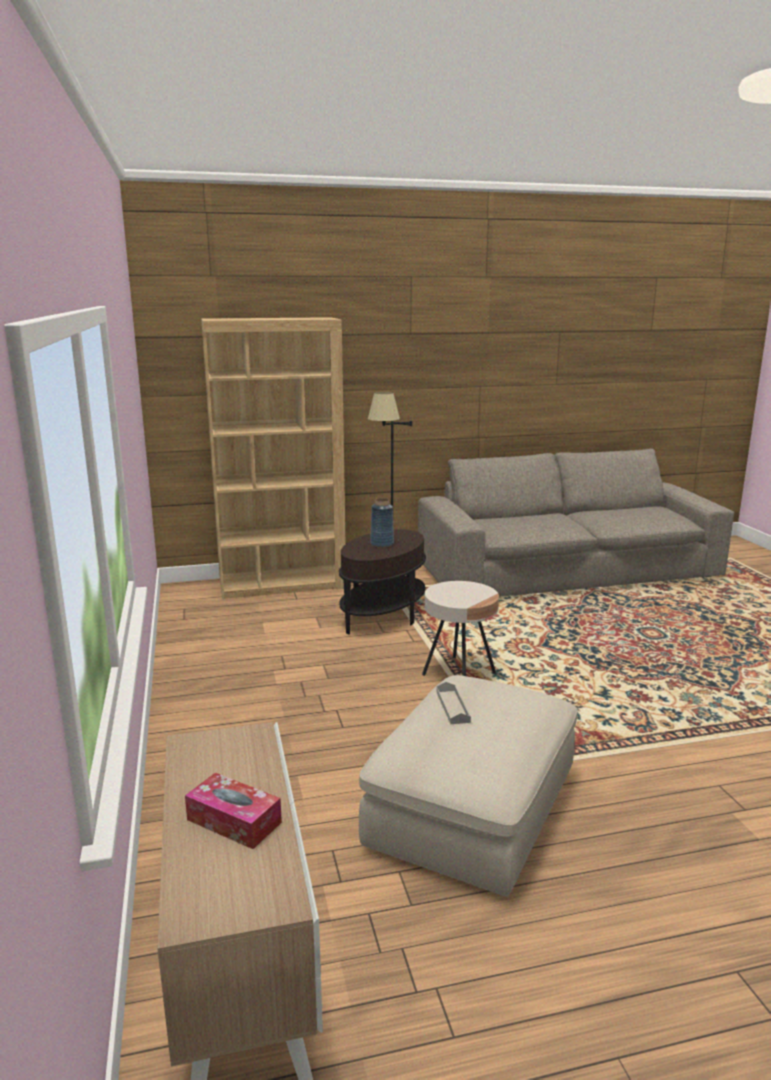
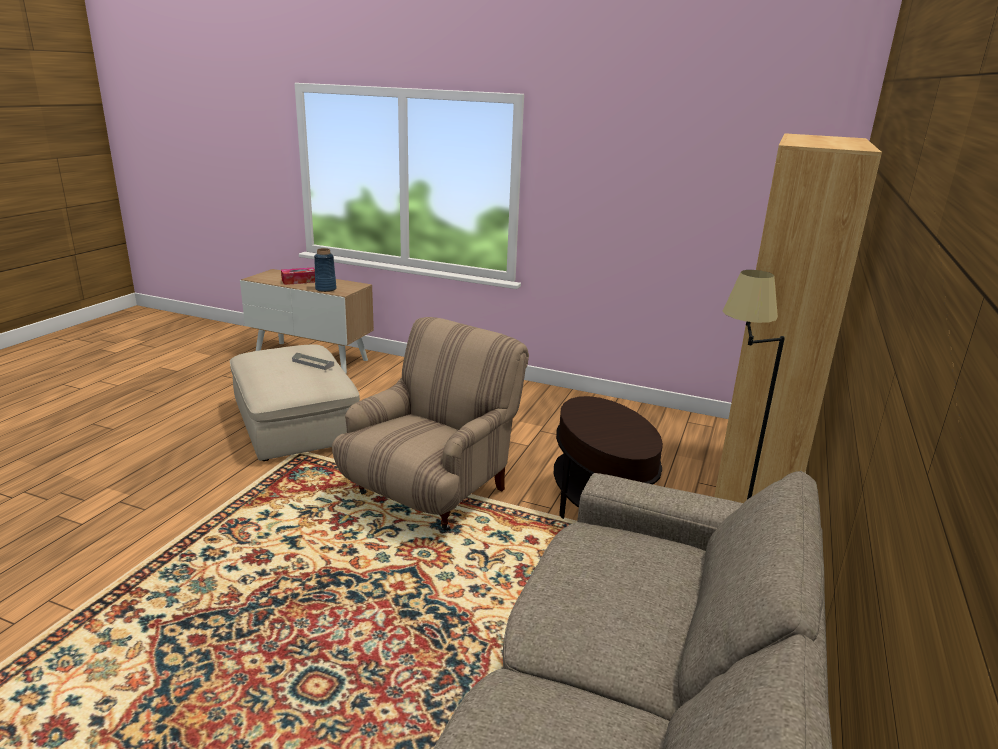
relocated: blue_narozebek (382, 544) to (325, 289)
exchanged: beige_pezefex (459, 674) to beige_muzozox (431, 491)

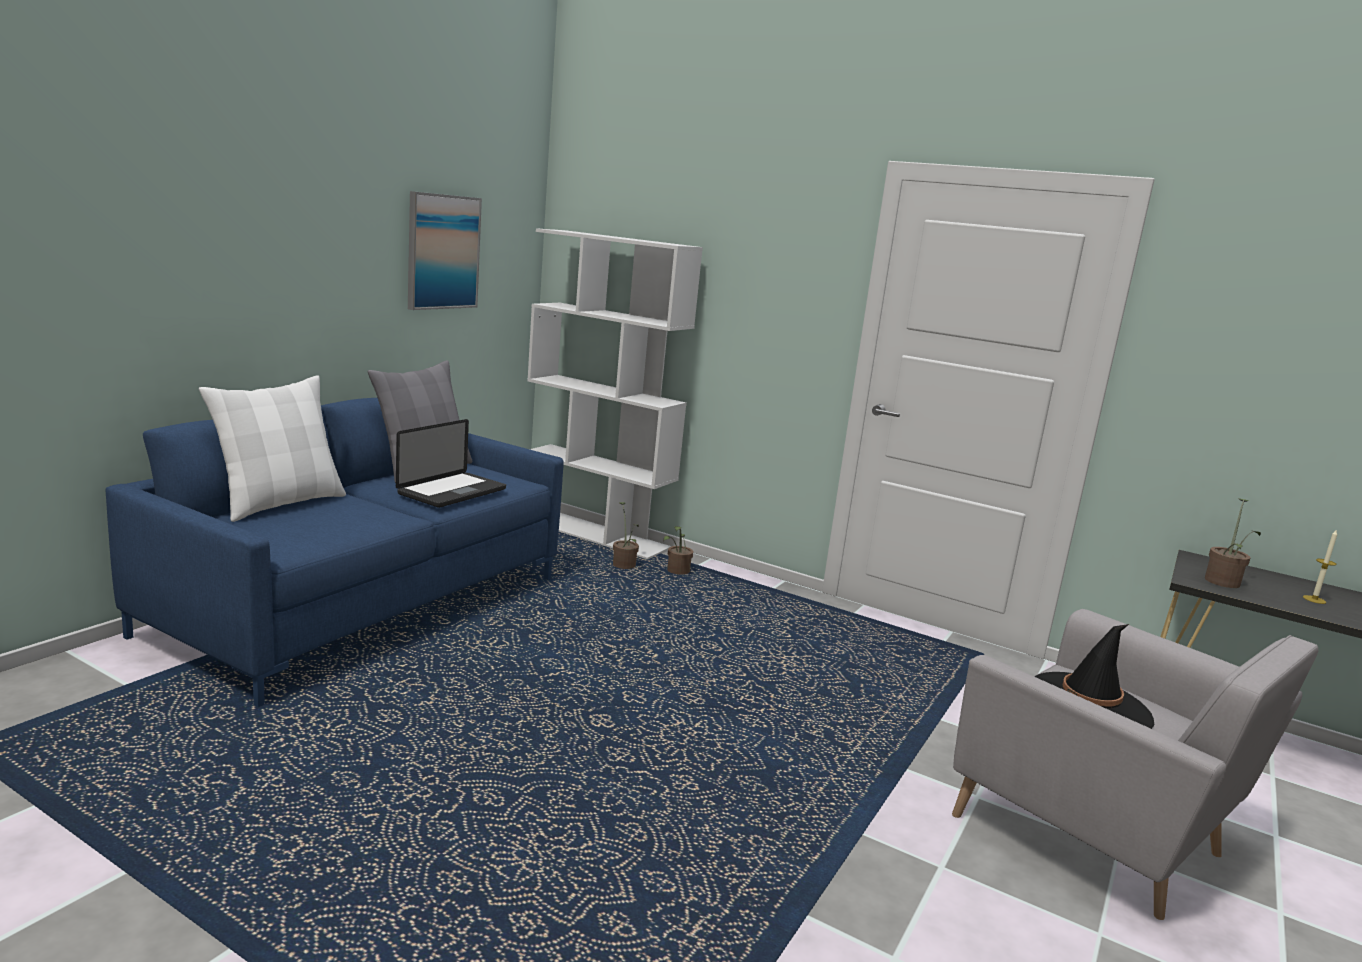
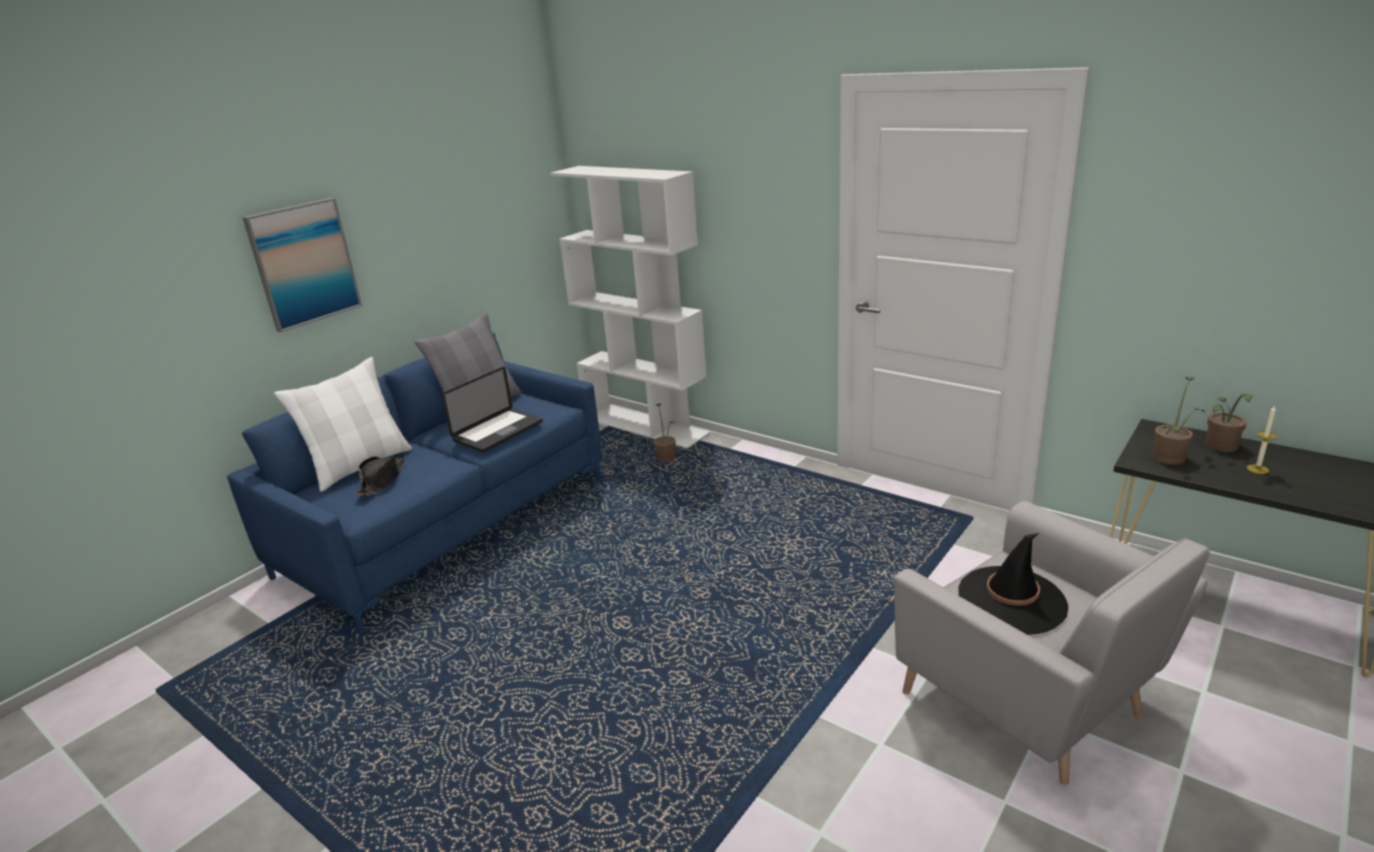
appeared: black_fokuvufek (382, 481)
relocated: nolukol (442, 252) to (304, 264); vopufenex (676, 572) to (1221, 447)

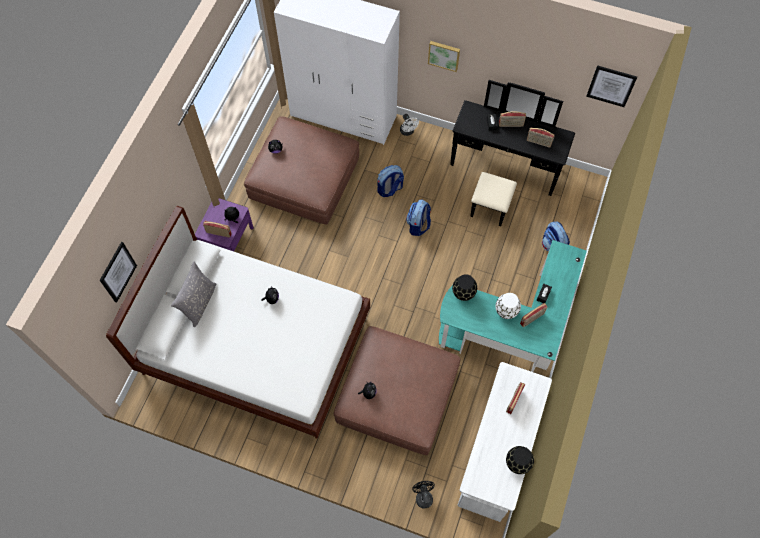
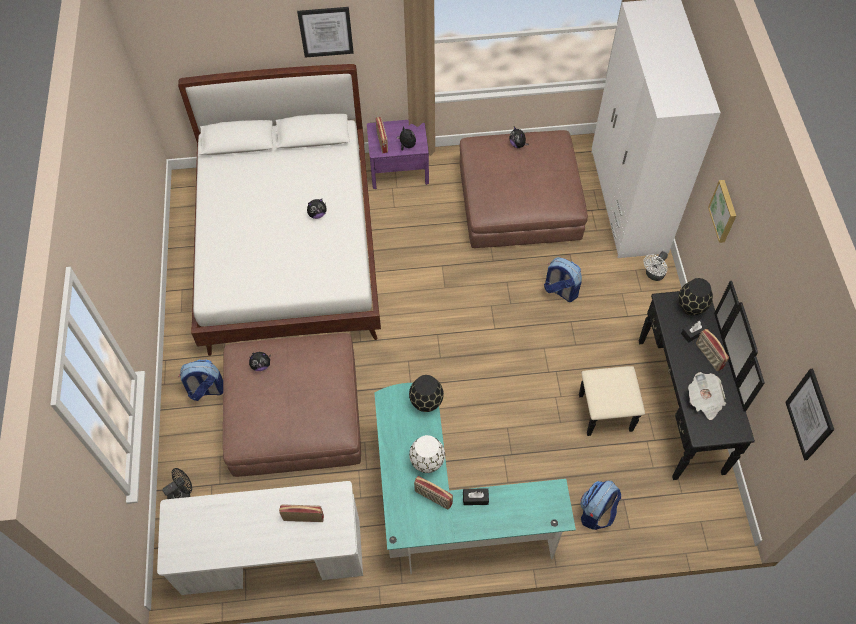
missing: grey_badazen (199, 303)
relocated: nolukol (118, 272) to (326, 31); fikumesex (418, 225) to (206, 390); black_narozebek (517, 463) to (691, 306)
exchanged: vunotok (538, 142) to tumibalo (704, 400)

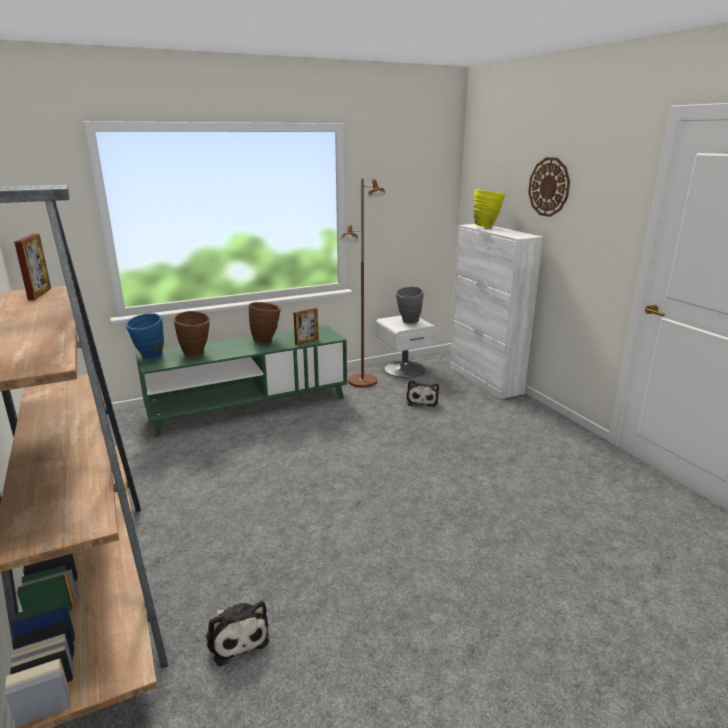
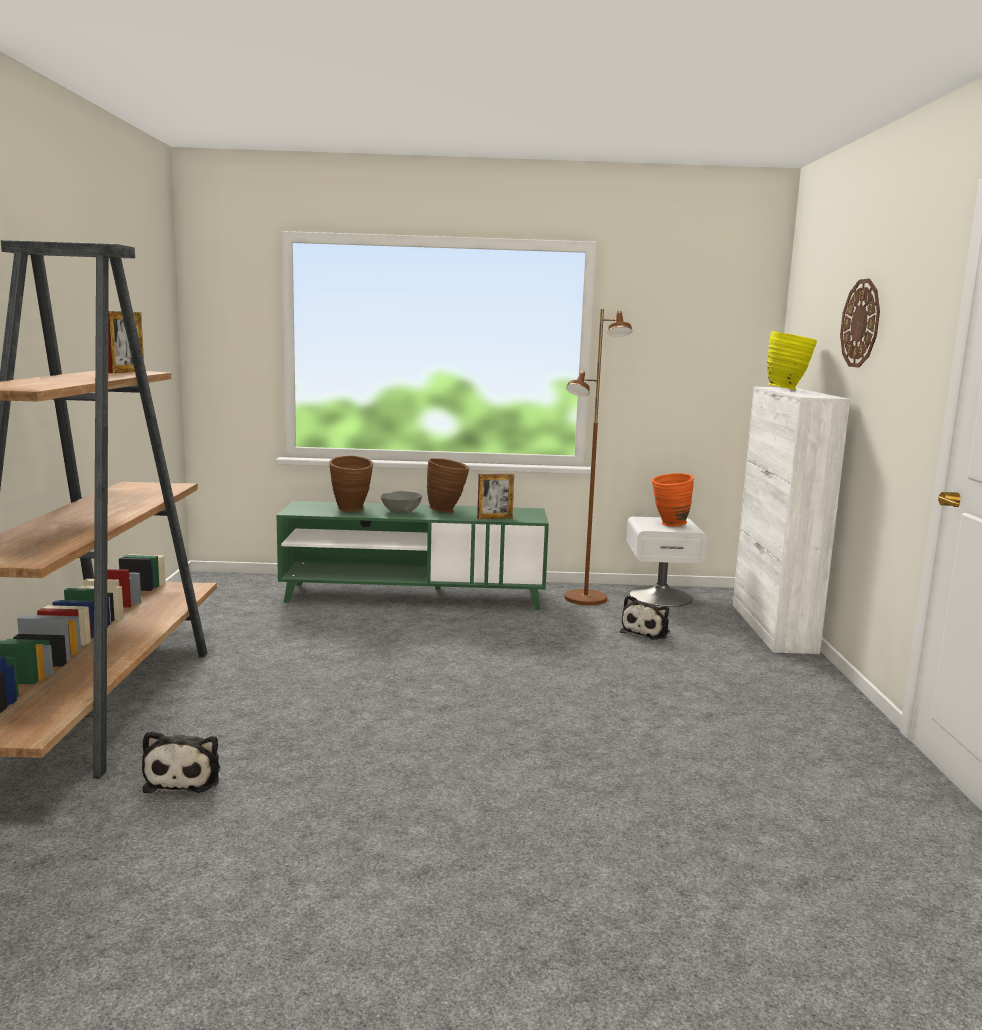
missing: blue_narozebek (149, 358)
appeared: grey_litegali (401, 512)
colour: grey_narozebek (408, 322) to orange_narozebek (669, 525)

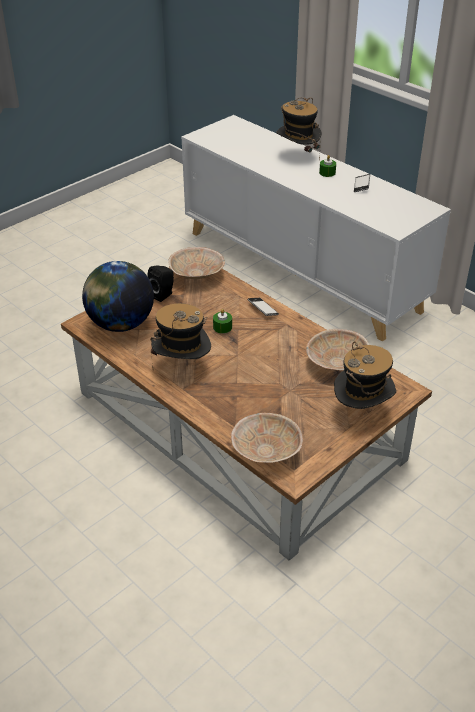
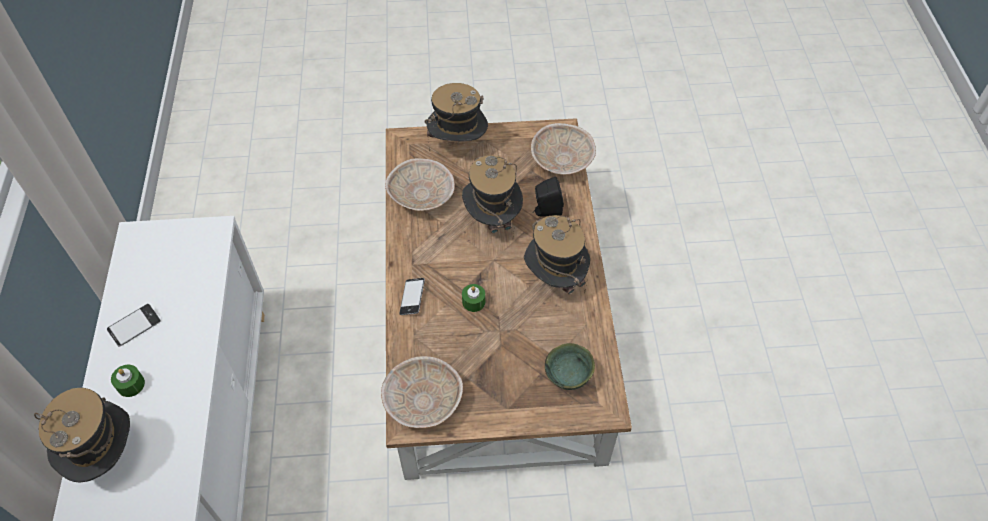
appeared: fokuvufek (492, 220)
relocated: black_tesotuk (163, 295) to (546, 211)
exchanged: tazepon (120, 324) to green_litegali (568, 378)

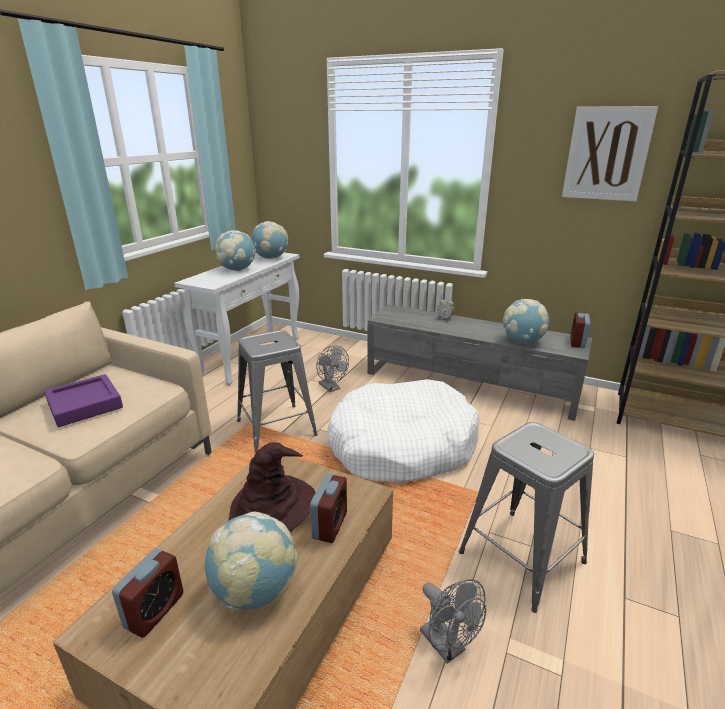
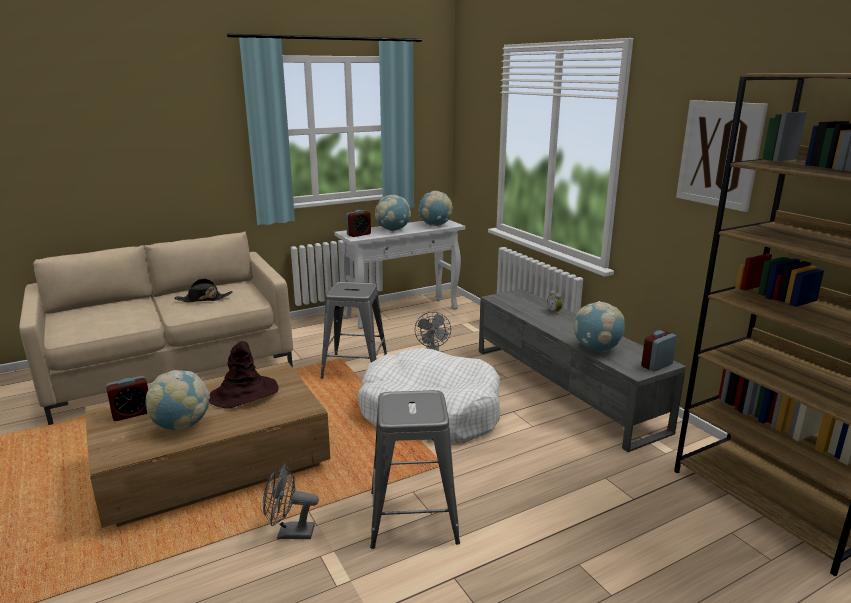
relocated: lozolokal (330, 525) to (359, 234)
exchanged: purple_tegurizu (85, 405) to black_fokuvufek (203, 299)
spun: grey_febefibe (447, 646) = (289, 533) 90 degrees clockwise

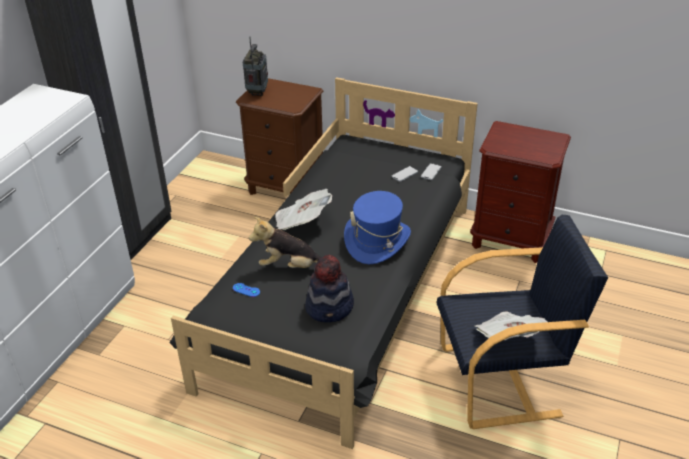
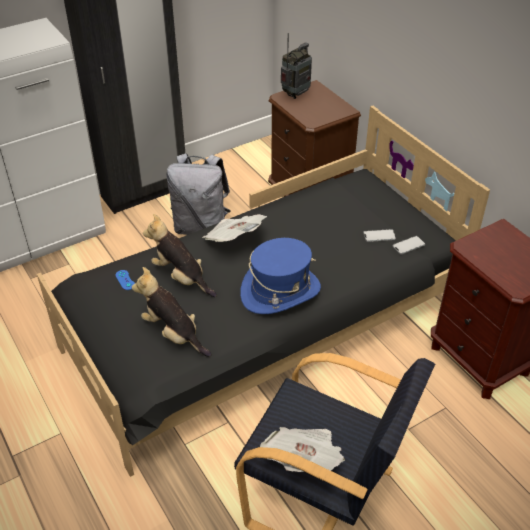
appeared: grey_fikumesex (201, 227)
exchanged: fokuvufek (330, 307) to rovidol (173, 334)

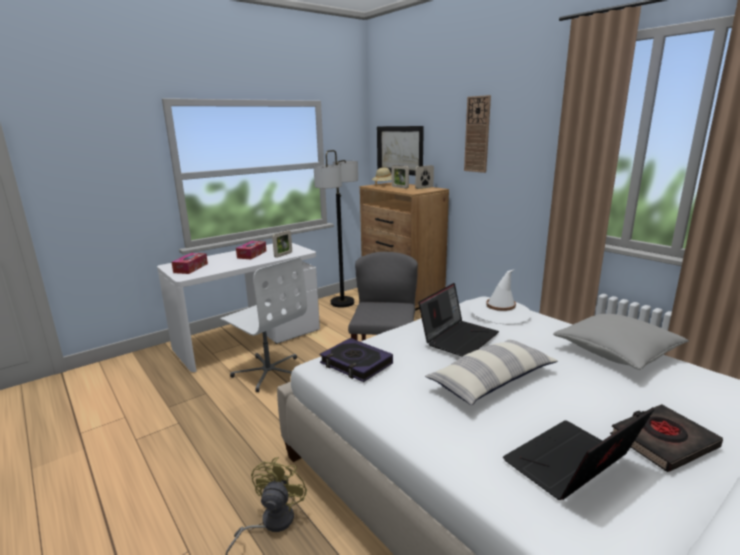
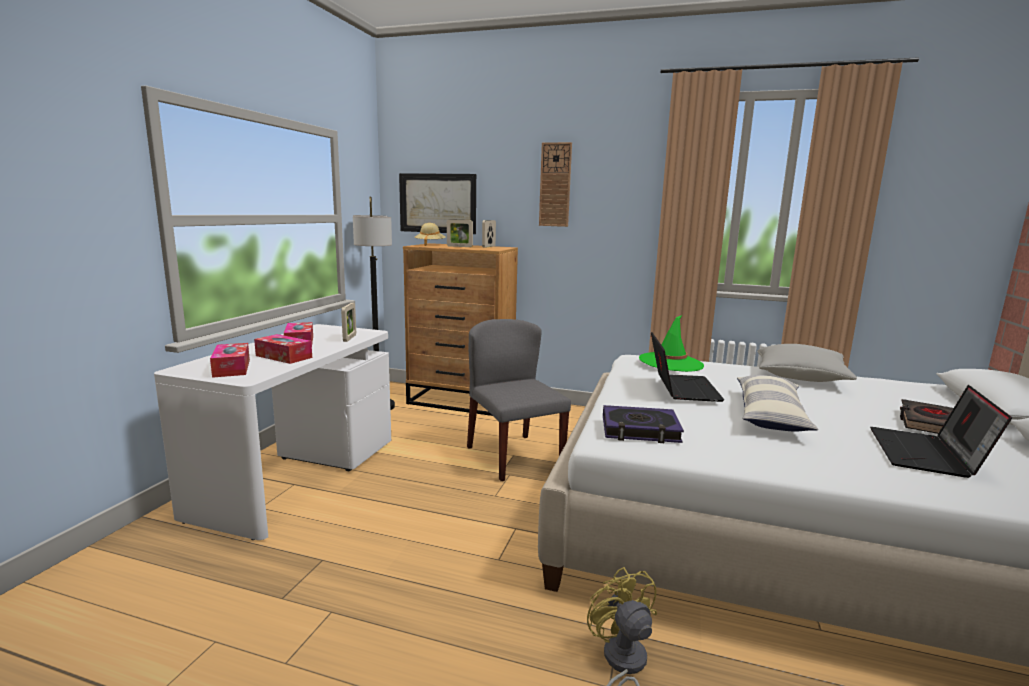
missing: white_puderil (268, 372)
appeared: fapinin (284, 356)
colour: white_fokuvufek (500, 312) to green_fokuvufek (671, 362)

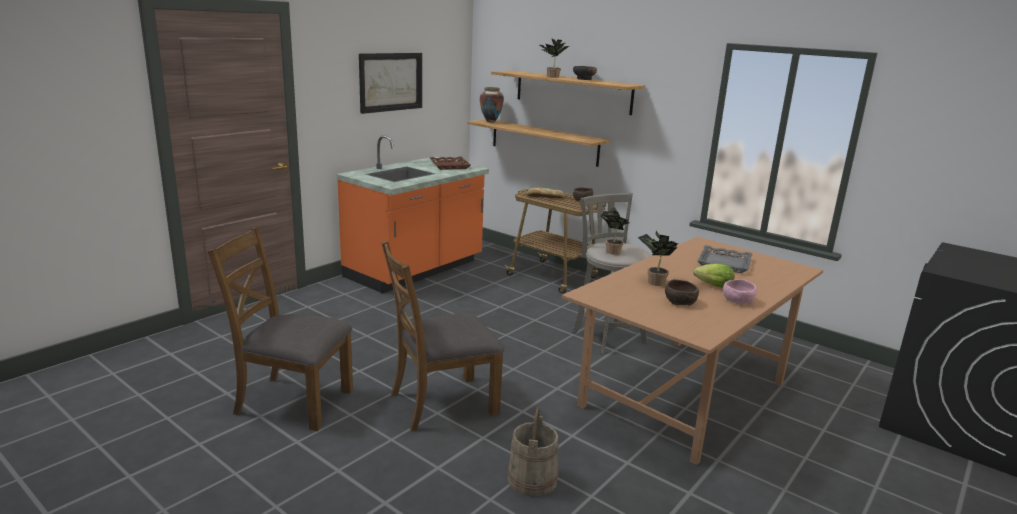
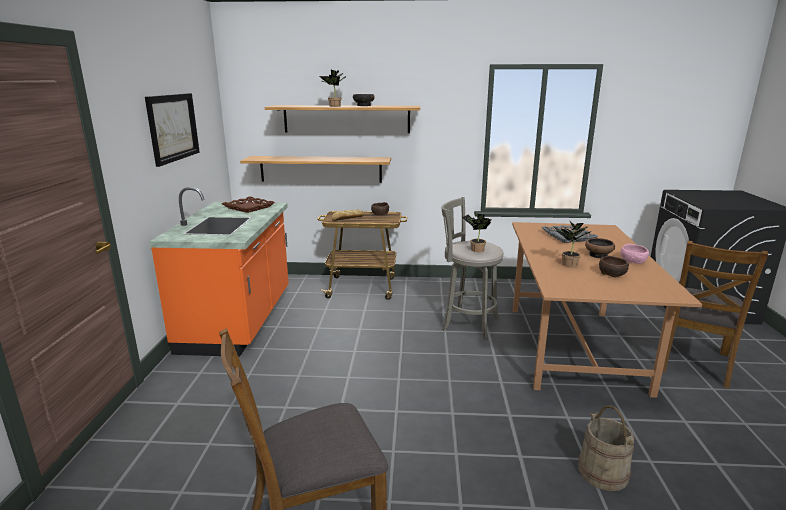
missing: narozebek (490, 121)
relocated: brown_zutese (442, 403) to (693, 362)
exchanged: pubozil (711, 286) to litegali (598, 255)

